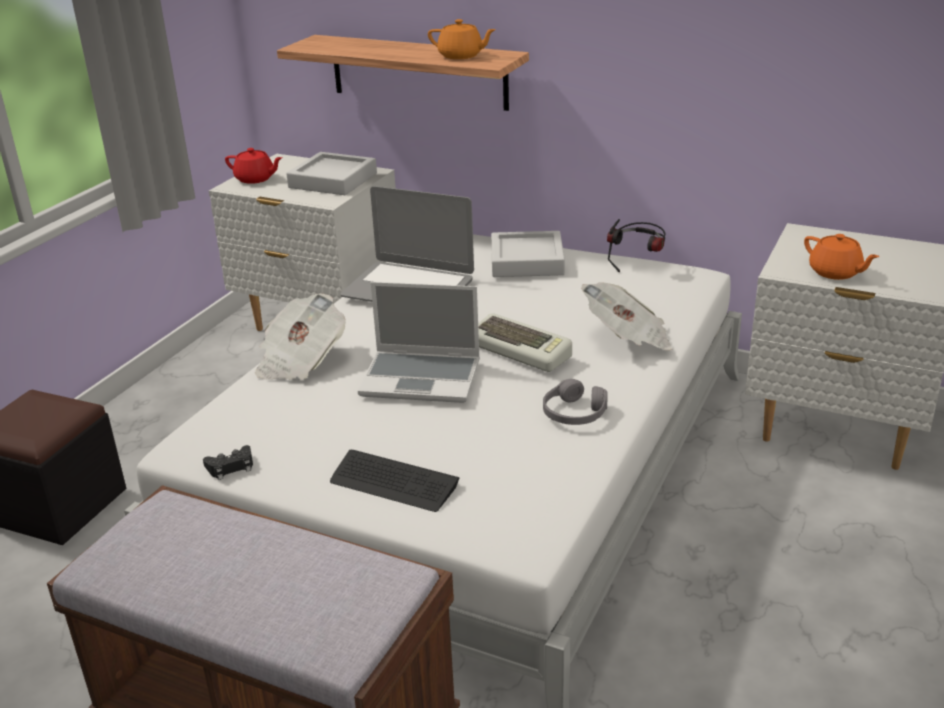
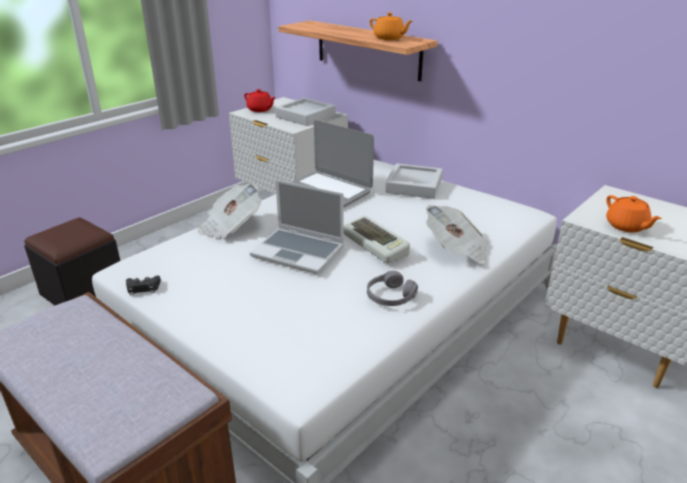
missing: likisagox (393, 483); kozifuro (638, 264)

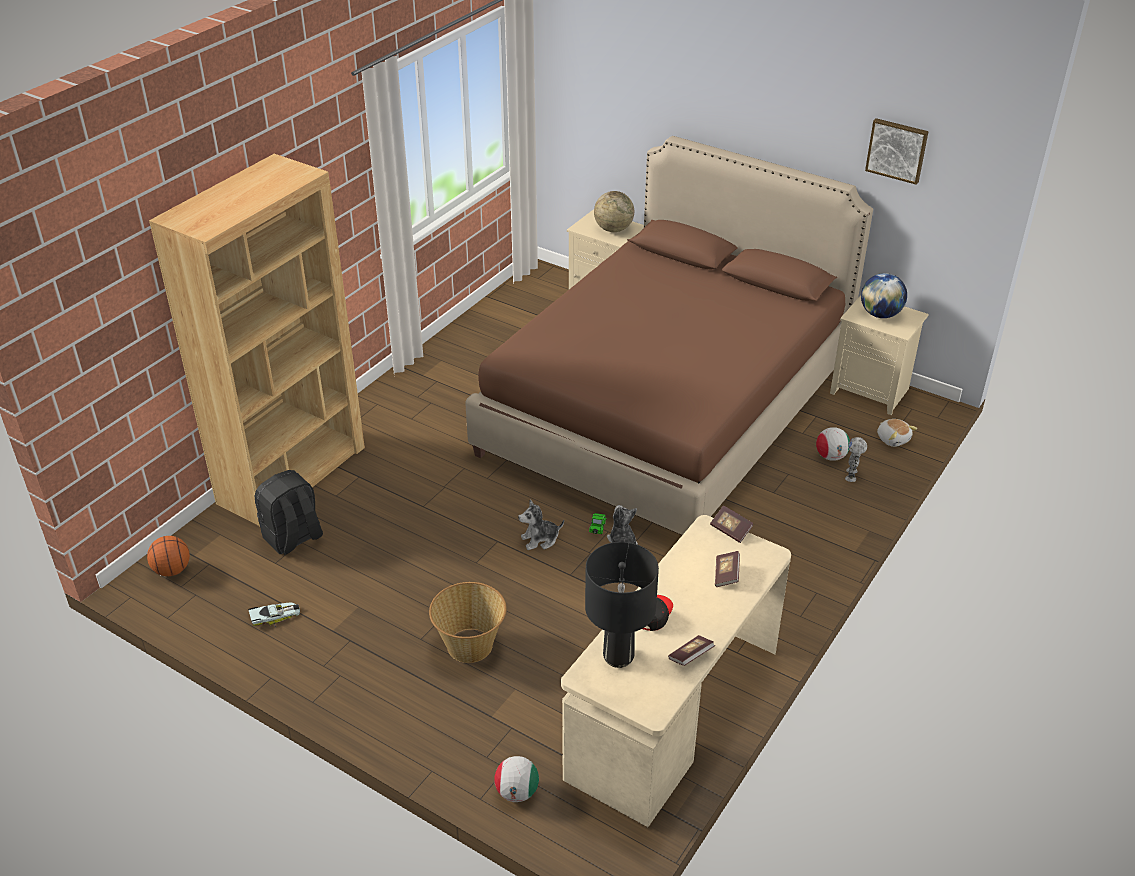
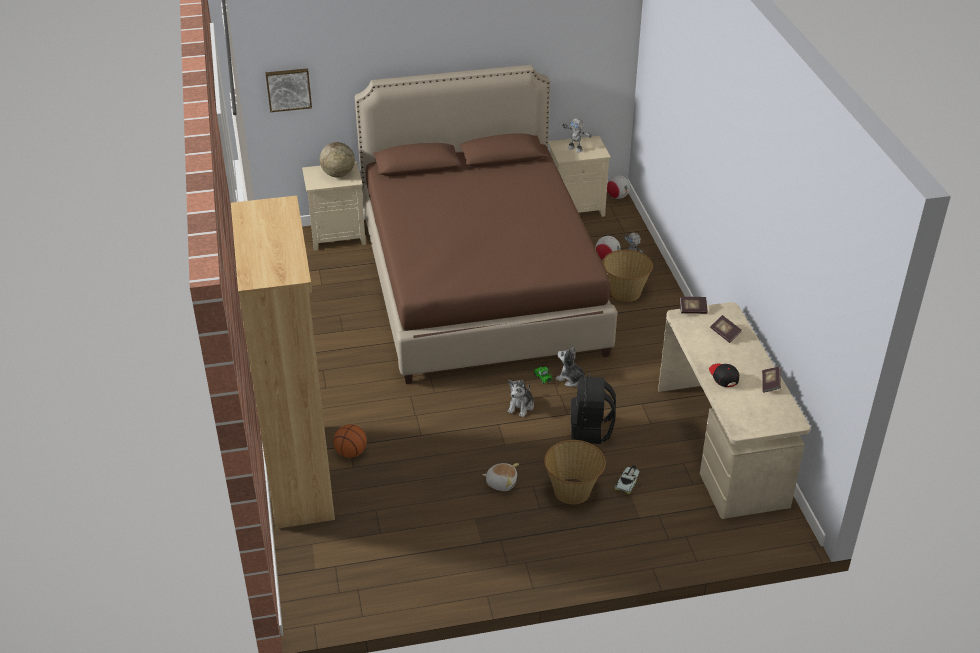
missing: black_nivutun (618, 656)
appeared: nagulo (625, 292)
relocated: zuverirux (172, 570) to (351, 452); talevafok (275, 616) to (628, 481); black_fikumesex (293, 538) to (591, 430); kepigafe (517, 792) to (617, 196); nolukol (897, 150) to (288, 89); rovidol (893, 439) to (501, 482)
exchanged: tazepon (880, 314) to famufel (575, 149)

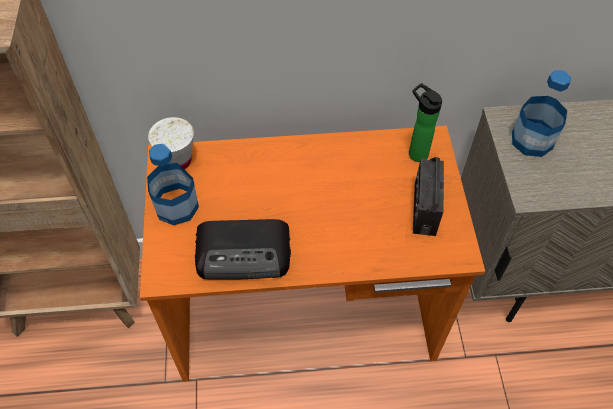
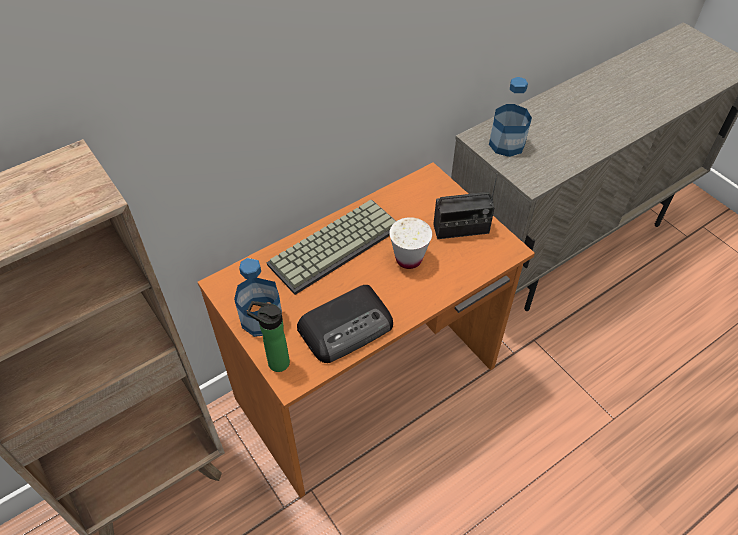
appeared: likisagox (335, 244)
relocated: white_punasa (177, 160) to (408, 259); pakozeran (415, 152) to (275, 362)
spun: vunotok (424, 209) = (461, 229) 75 degrees counterclockwise

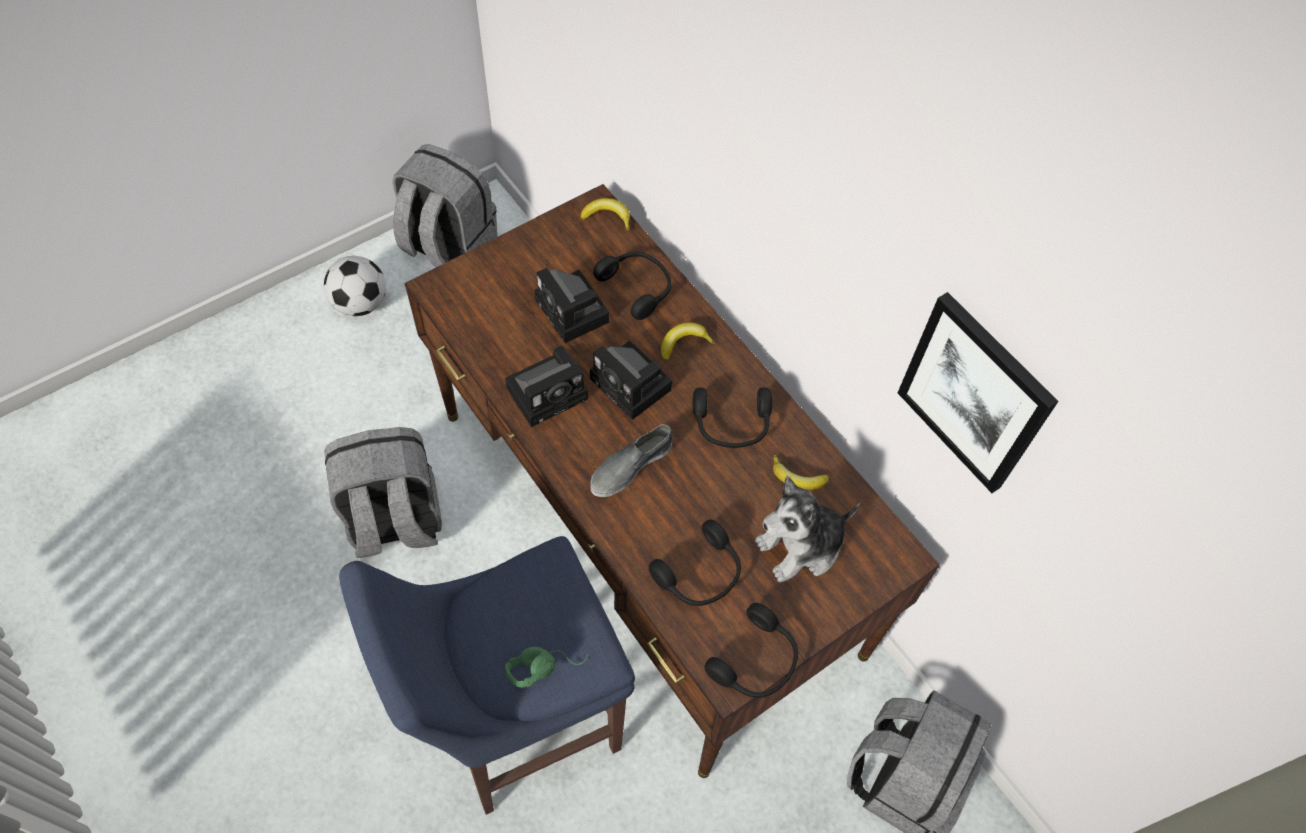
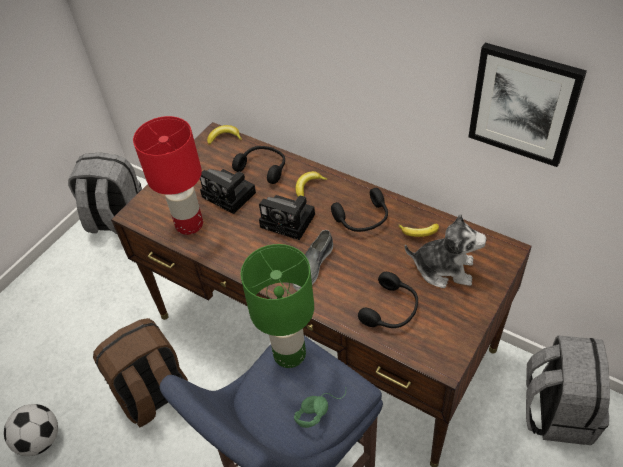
missing: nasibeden (550, 391); black_kozifuro (756, 661)
appeared: red_nivutun (189, 224); green_nivutun (290, 353)
relocated: kepigafe (360, 303) to (40, 440)
colour: grey_fikumesex (394, 521) to brown_fikumesex (154, 395)
spun: rovidol (801, 546) = (444, 268) 120 degrees counterclockwise

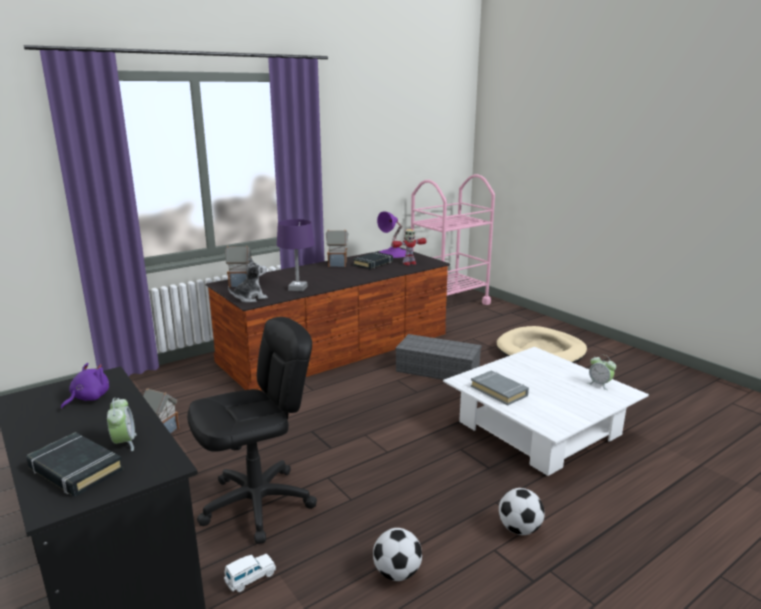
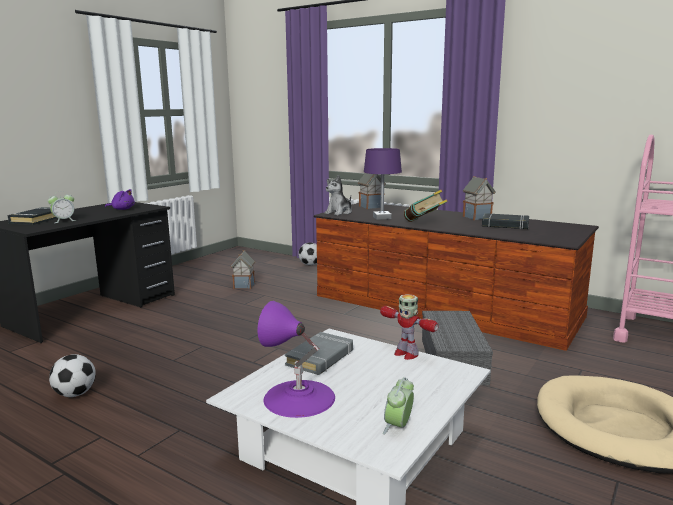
missing: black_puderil (258, 504); white_talevafok (249, 578)
appeared: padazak (424, 223)
relocated: purple_nivutun (394, 253) to (299, 398); famufel (409, 263) to (406, 354); kepigafe (519, 529) to (310, 265)
spun: rovidol (250, 298) = (339, 212) 90 degrees clockwise

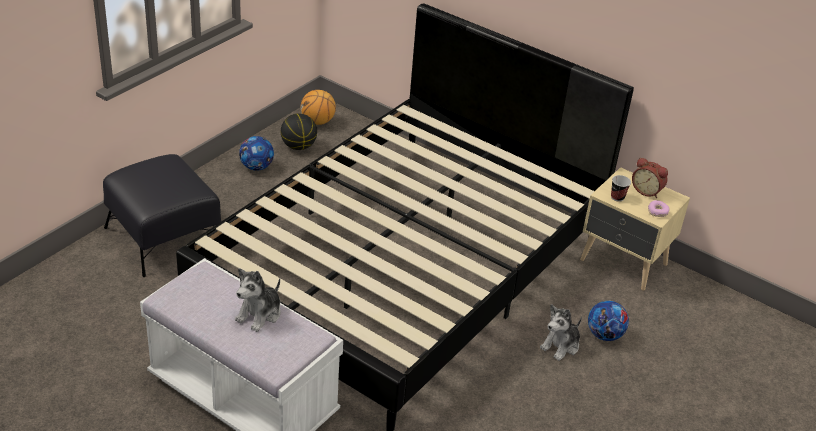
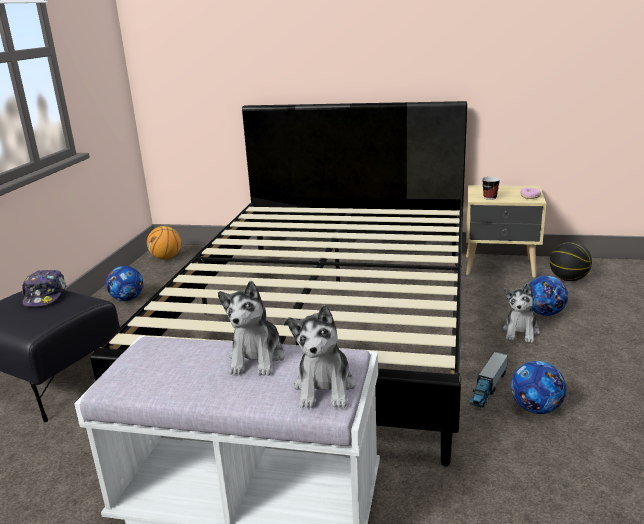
missing: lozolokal (647, 191)
appeared: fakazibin (45, 296); rovidol (325, 388); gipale (488, 387); kepigafe (536, 408)
relocated: zuverirux (298, 146) to (568, 279)

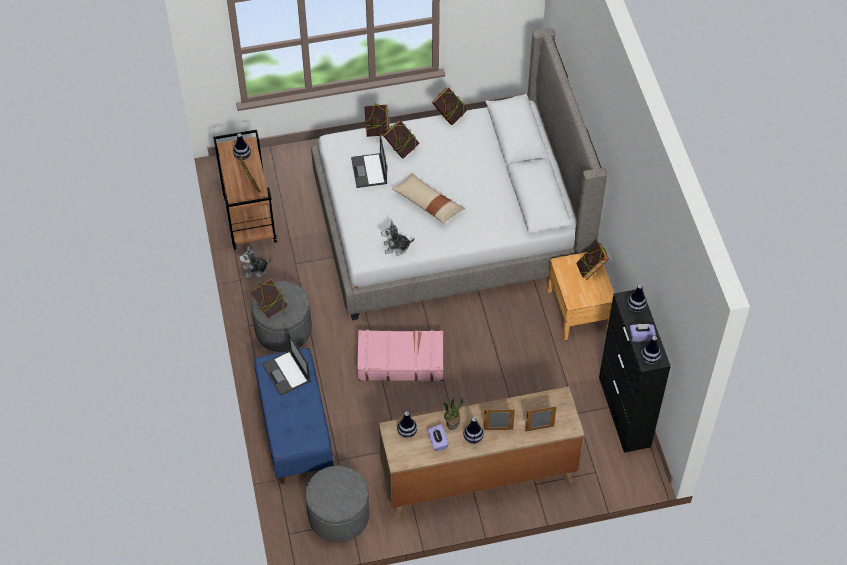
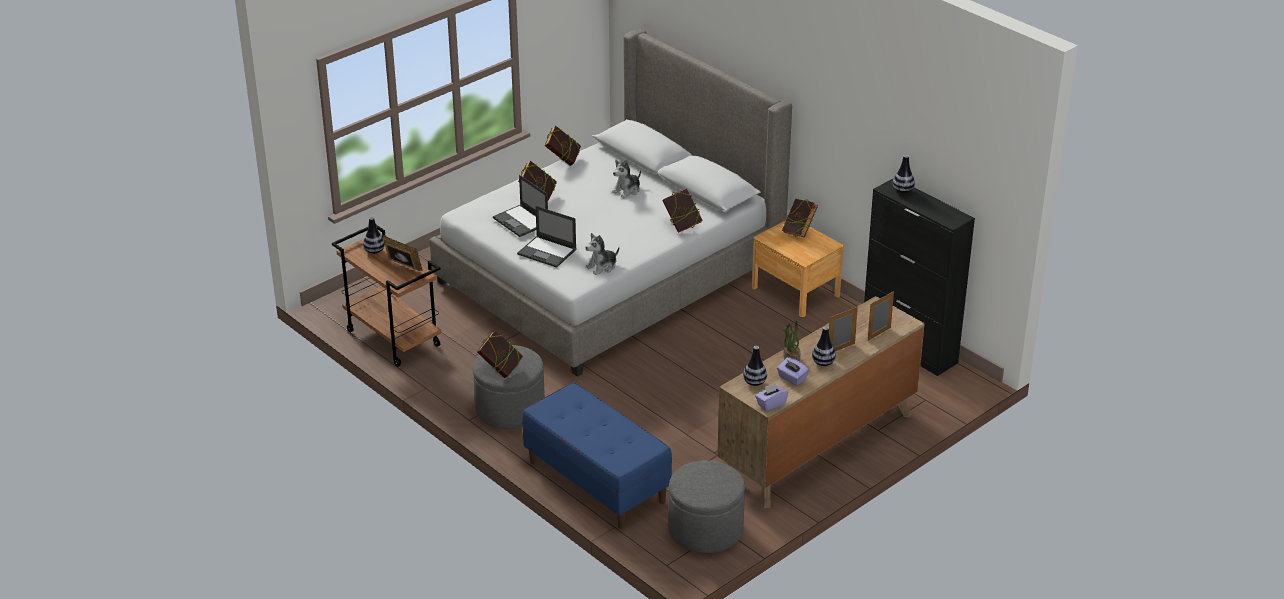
missing: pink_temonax (400, 361); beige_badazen (428, 203); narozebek (650, 358)
relocated: rovidol (255, 270) to (627, 190); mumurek (286, 373) to (547, 252); padazak (377, 130) to (682, 225); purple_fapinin (641, 336) to (771, 404)

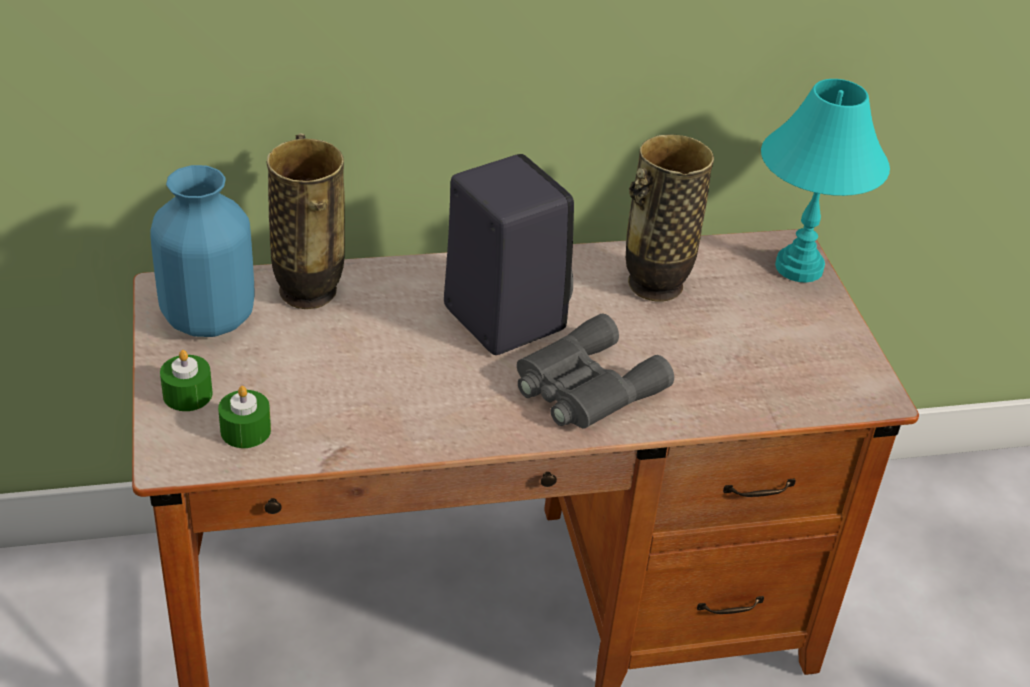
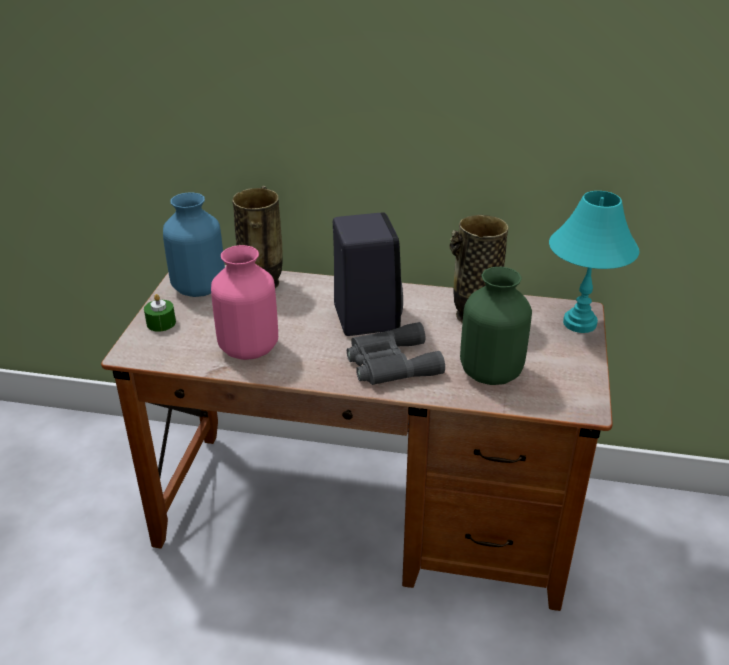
missing: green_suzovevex (245, 430)
appeared: pink_narozebek (249, 349); green_narozebek (490, 373)

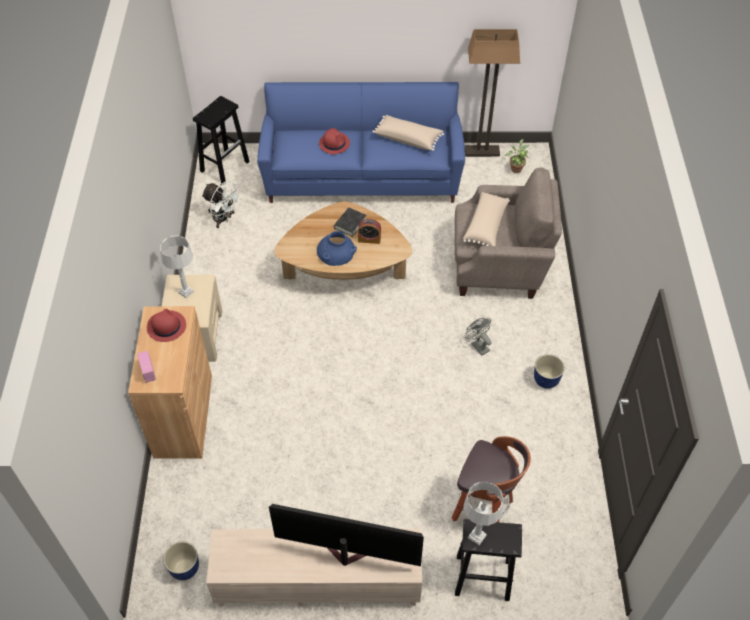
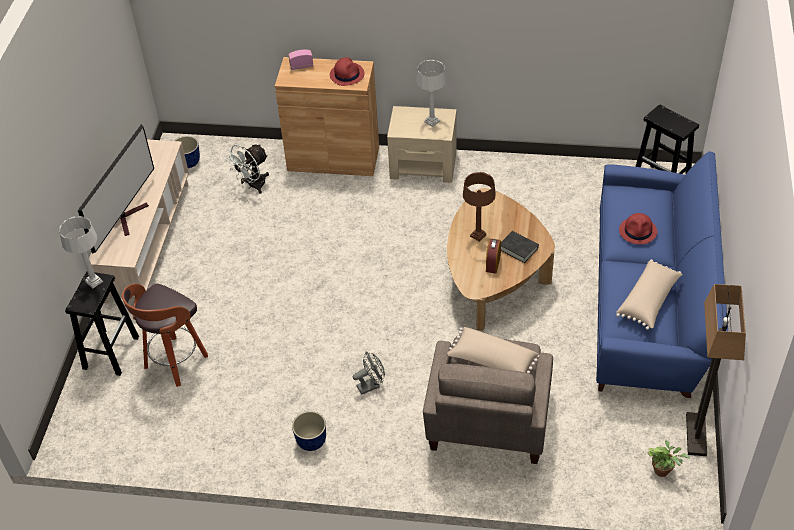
relocated: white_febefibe (224, 219) to (252, 185)
exchanged: blue_narozebek (336, 251) to brown_nivutun (478, 235)

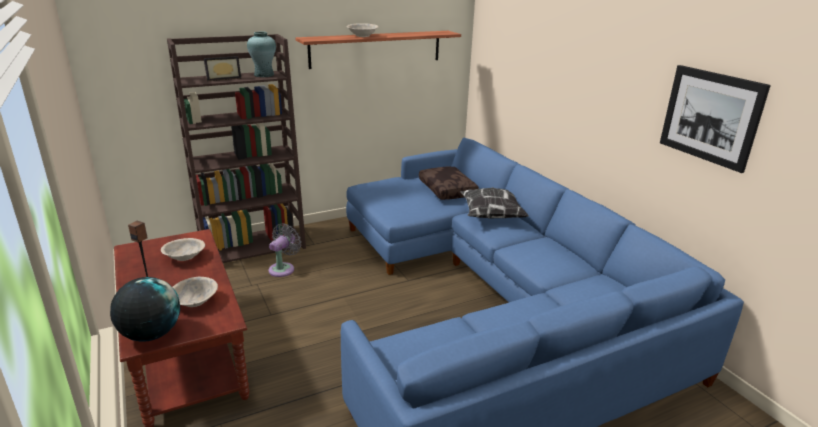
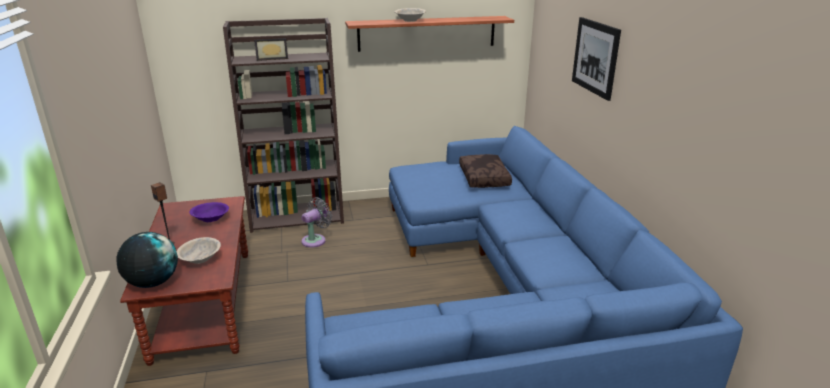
missing: turquoise_narozebek (264, 75); badazen (492, 215)
relocated: nolukol (710, 116) to (595, 57)
colour: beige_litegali (184, 257) to purple_litegali (210, 219)

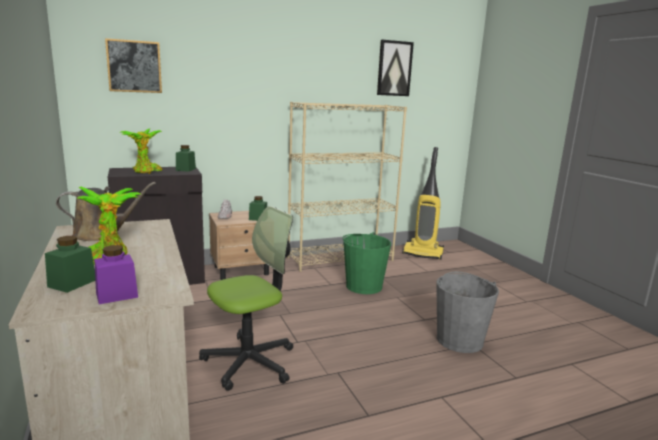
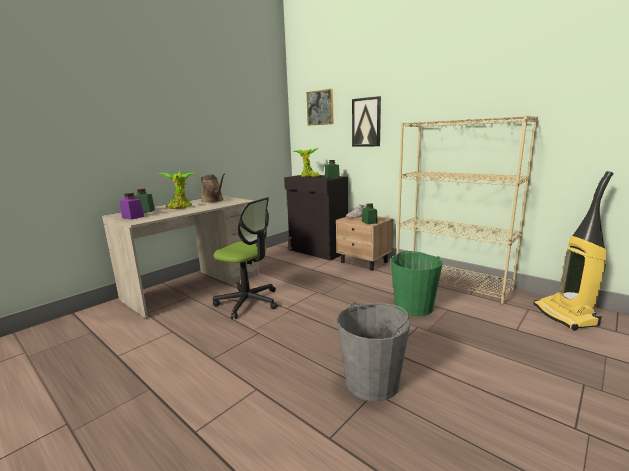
relocated: nolukol (394, 68) to (366, 122)

